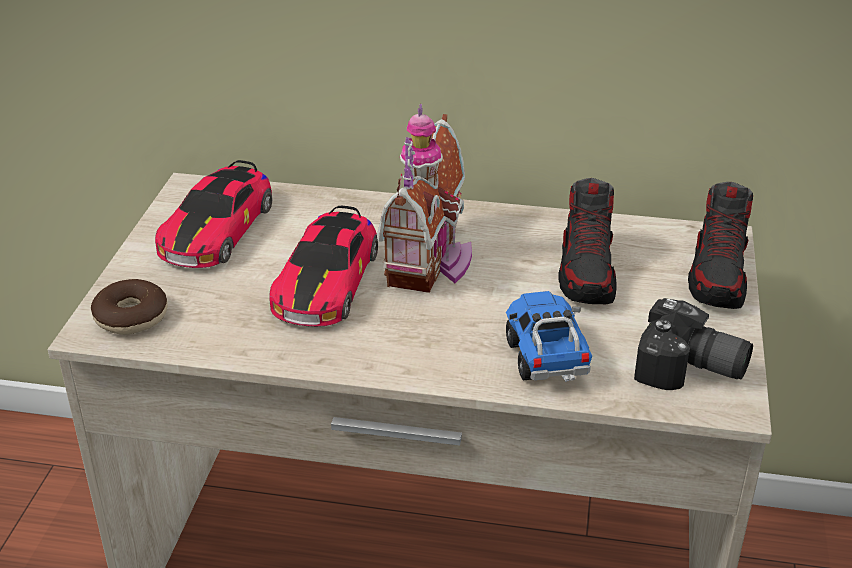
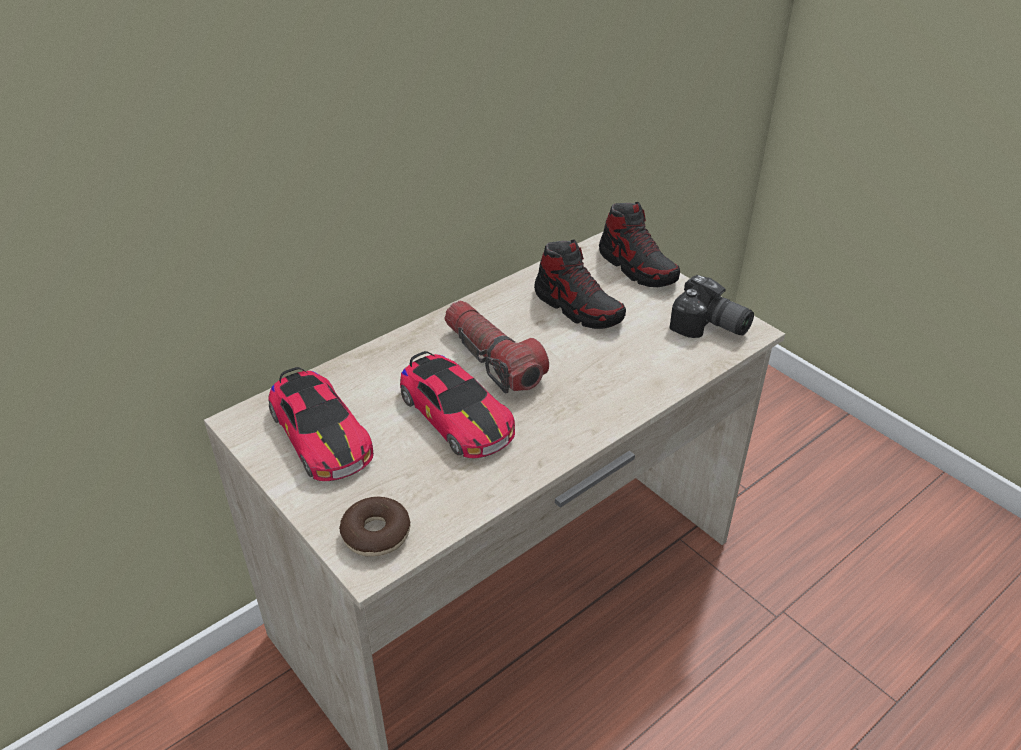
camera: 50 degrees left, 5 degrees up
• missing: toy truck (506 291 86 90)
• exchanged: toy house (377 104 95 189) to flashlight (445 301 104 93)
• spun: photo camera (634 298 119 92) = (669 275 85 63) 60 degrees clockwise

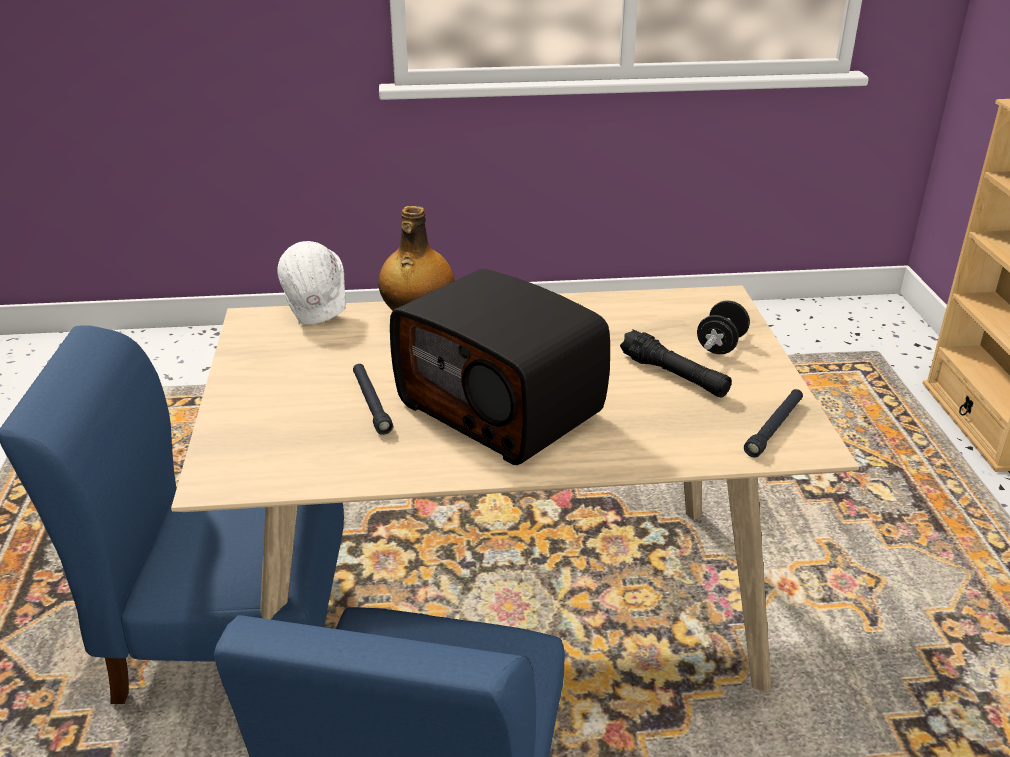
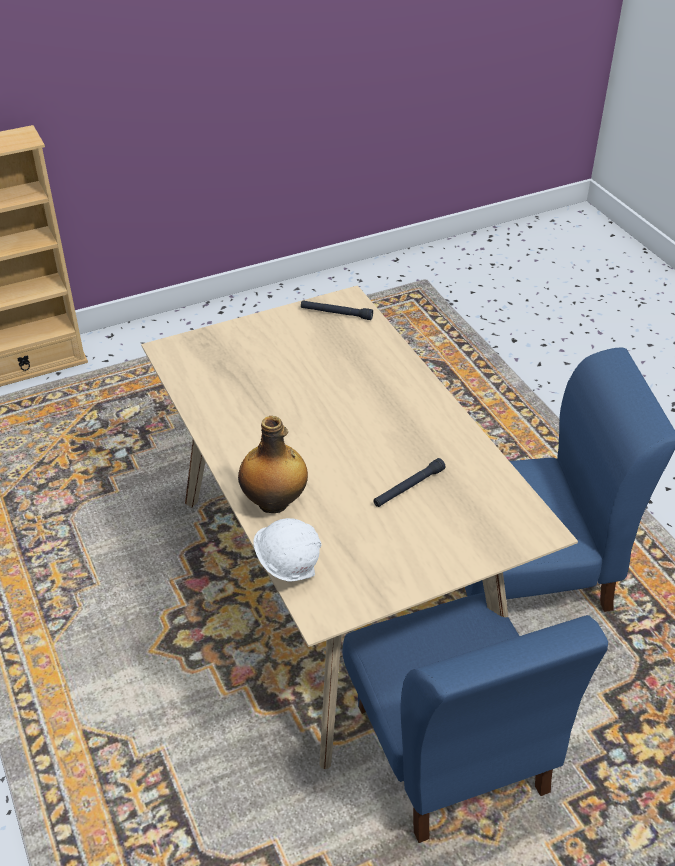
camera: 110 degrees left, 10 degrees up
• missing: radio (390 269 220 196)
• missing: black flashlight (620 329 112 69)
• missing: black dumbbell (697 300 53 54)

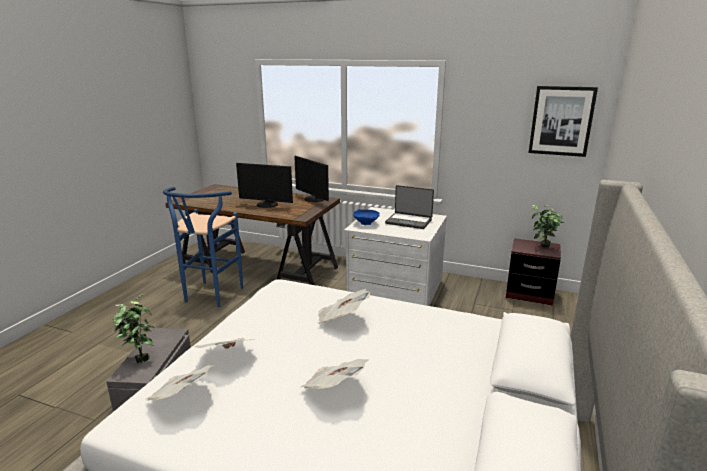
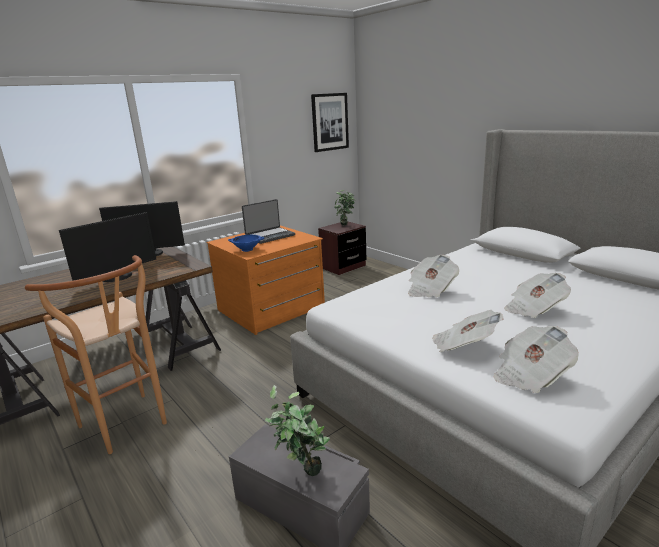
camera: 60 degrees left, 0 degrees up
• colour: blue stool (163 187 80 120) to brown stool (25 255 142 199)
• colour: white dresser (344 207 103 99) to orange dresser (207 225 118 110)

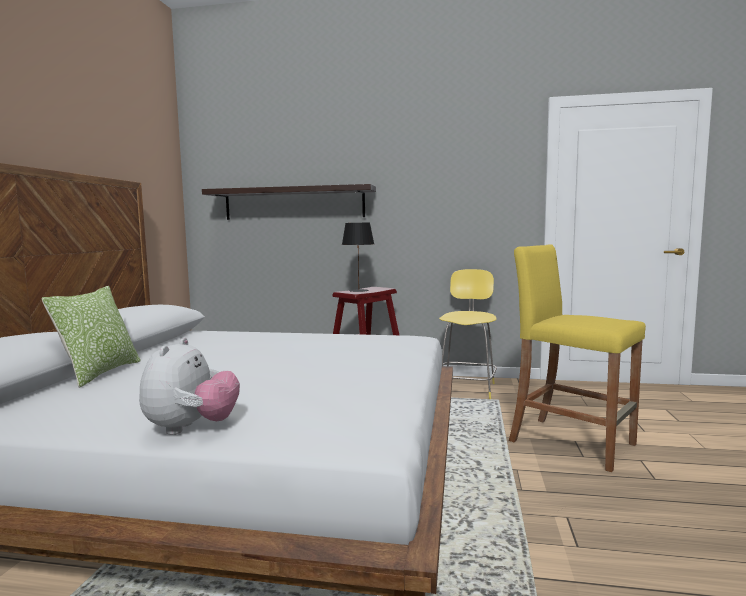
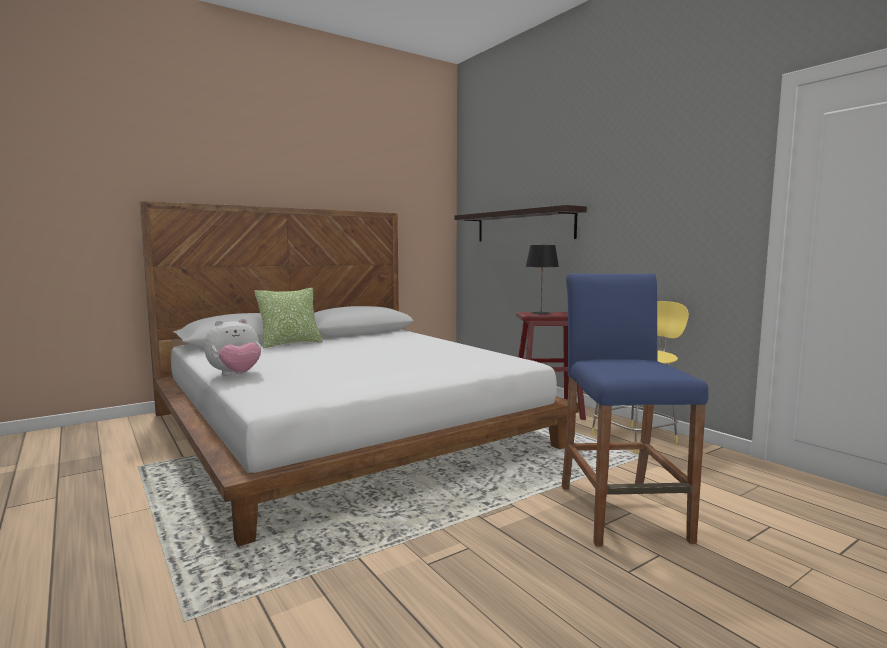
camera: 45 degrees right, 0 degrees up
• colour: yellow stool (509 244 137 228) to blue stool (562 273 147 274)

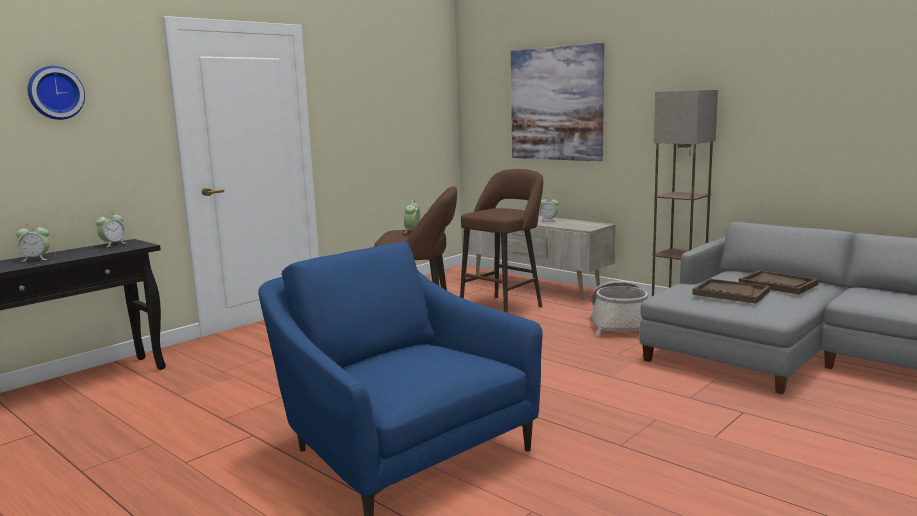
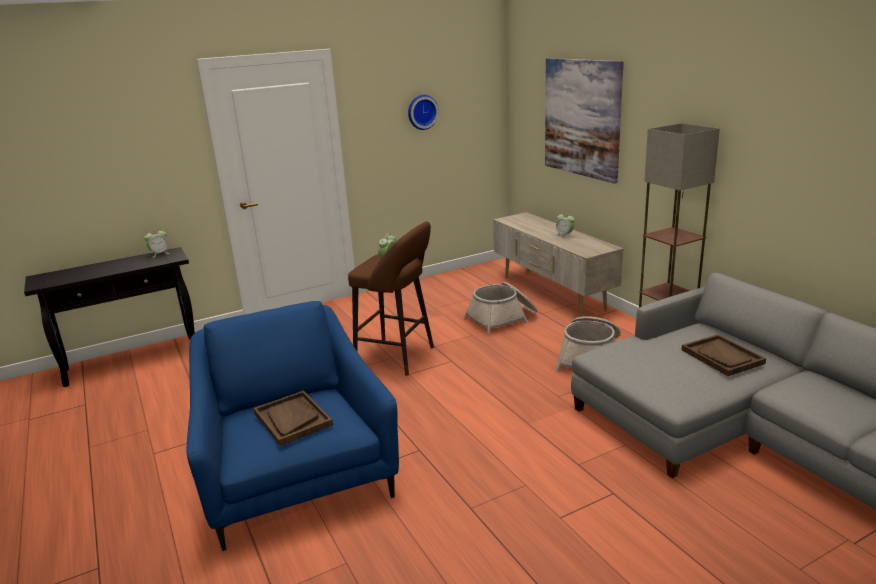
camera: 20 degrees right, 10 degrees up
• missing: alarm clock (16 223 34 39)
• relocated: wall clock (28 66 57 54) to (408 95 31 35)
• relocated: brown tray (692 278 78 26) to (253 390 80 56)
• exchanged: brown stool (460 169 83 144) to basket (464 282 73 52)

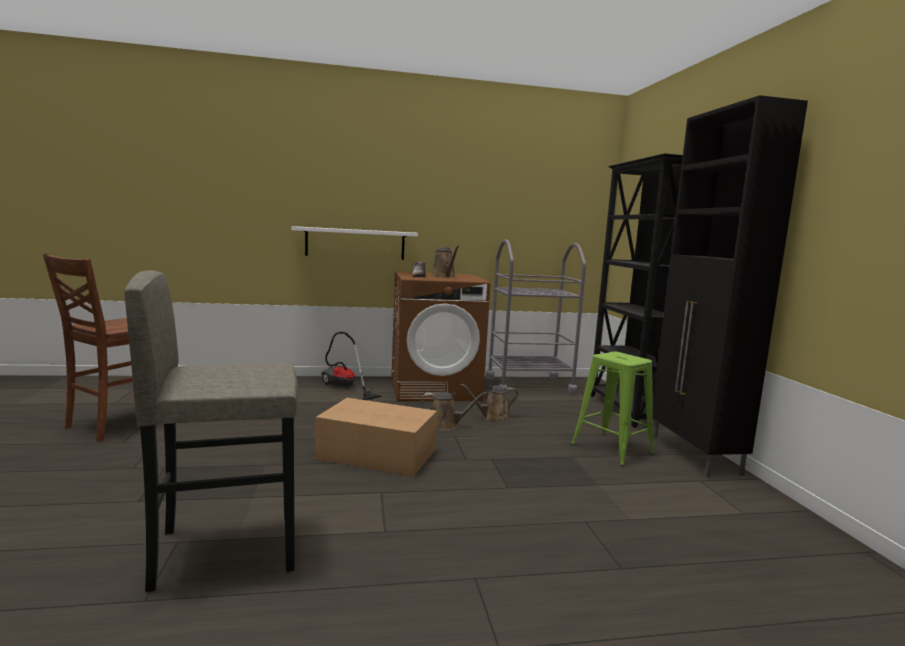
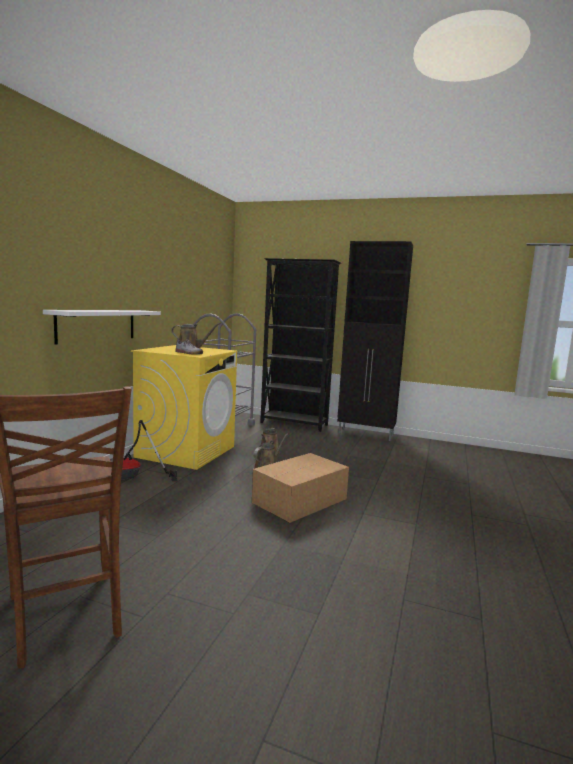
camera: 60 degrees left, 0 degrees up
• missing: grey stool (124 270 175 322)
• missing: green stool (571 352 84 114)
• colour: brown washing machine (391 271 100 130) to yellow washing machine (131 345 106 125)

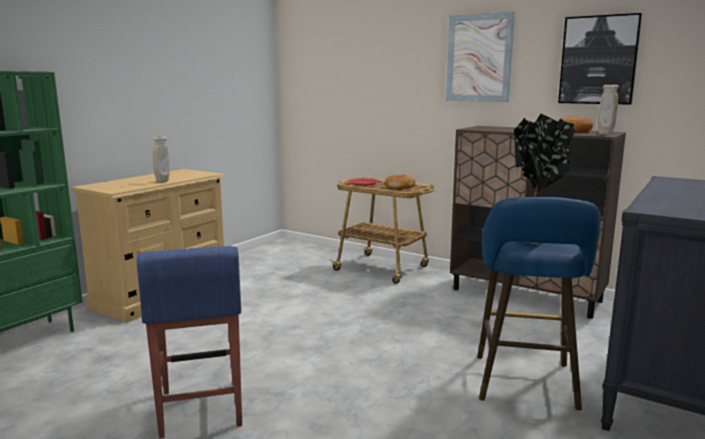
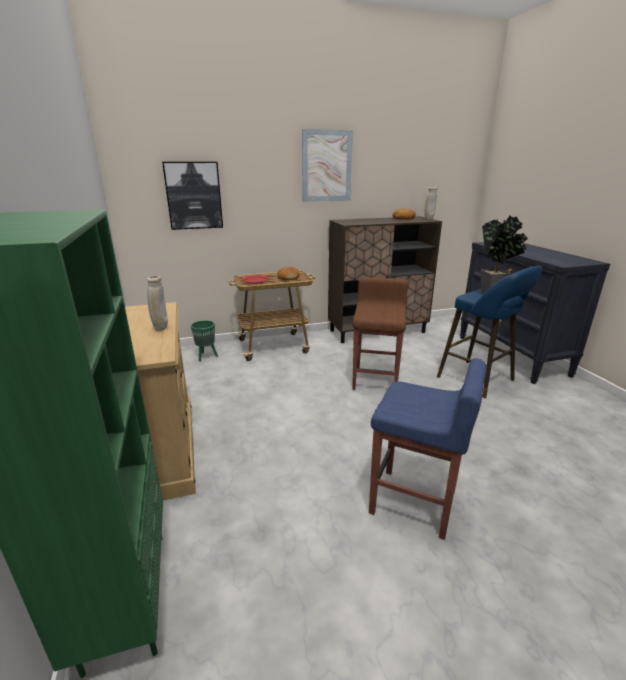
camera: 50 degrees left, 10 degrees up
• appeared: green planter (191 320 27 41)
• appeared: brown stool (352 277 56 113)
• relocated: picture (558 13 84 92) to (162 162 61 68)

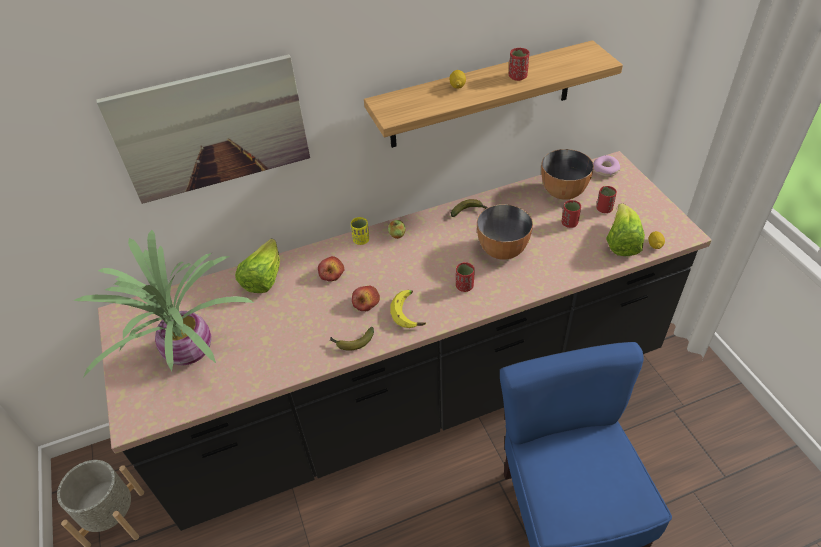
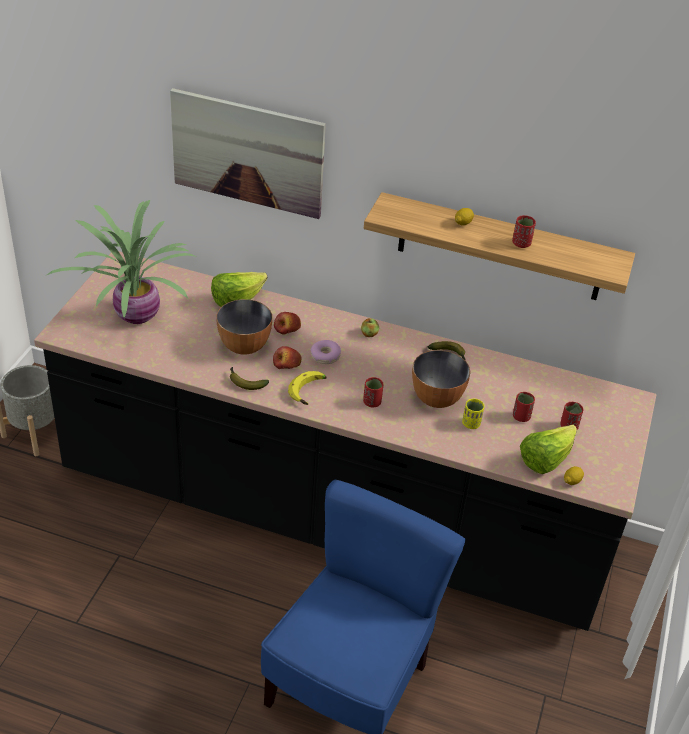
camera: 35 degrees right, 5 degrees down
• relocated: yellow cup (351 217 18 28) to (462 399 22 30)
• relocated: bowl (541 149 53 51) to (216 299 56 55)
• relocated: donut (593 155 27 22) to (310 340 31 24)

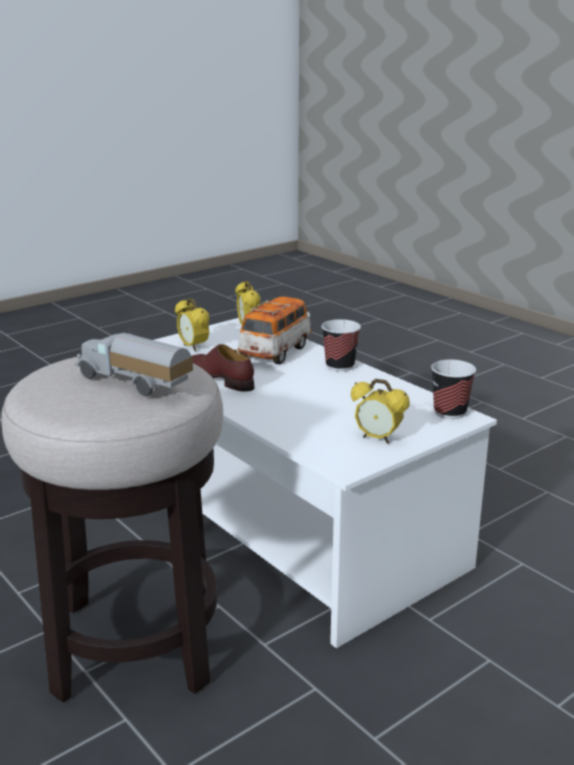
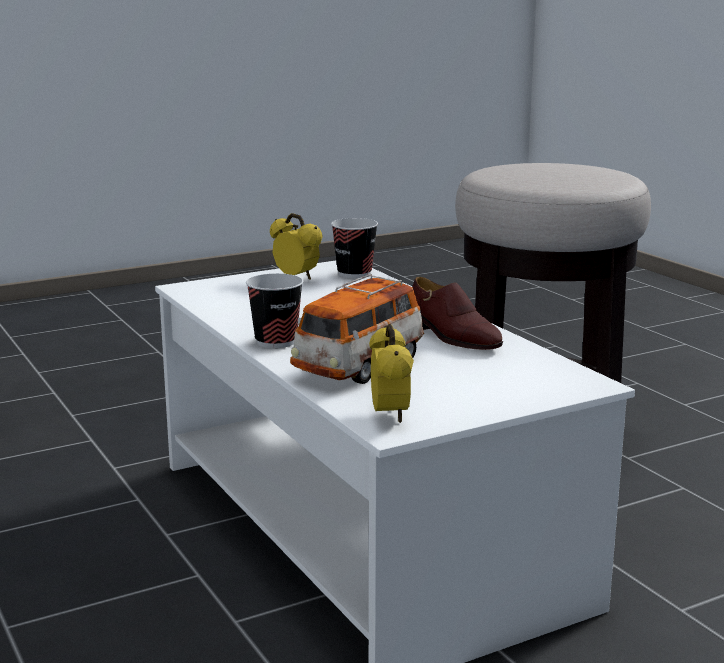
camera: 170 degrees left, 5 degrees down
• missing: toy truck (74 333 119 63)
• missing: alarm clock (175 298 35 54)
• relocated: cup (431 360 45 59) to (331 218 47 60)

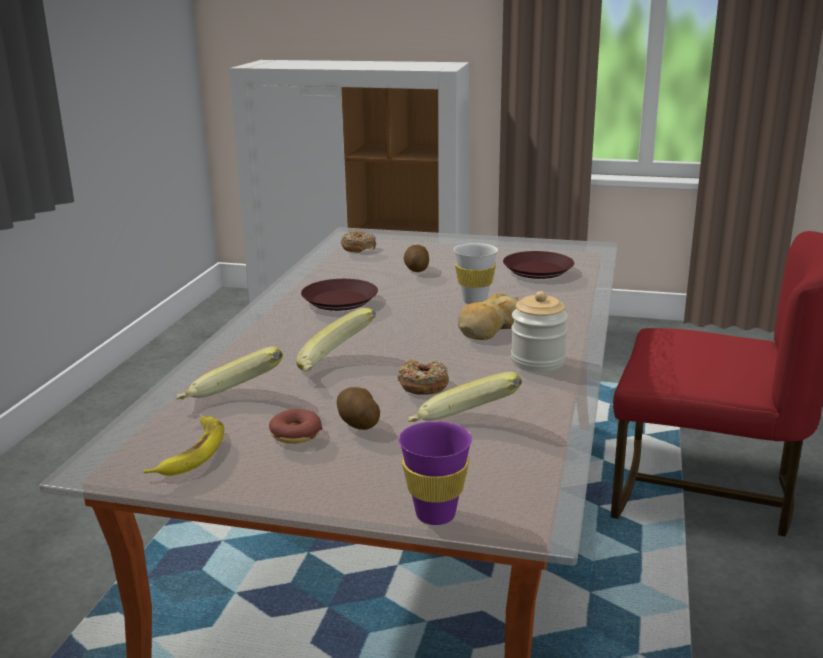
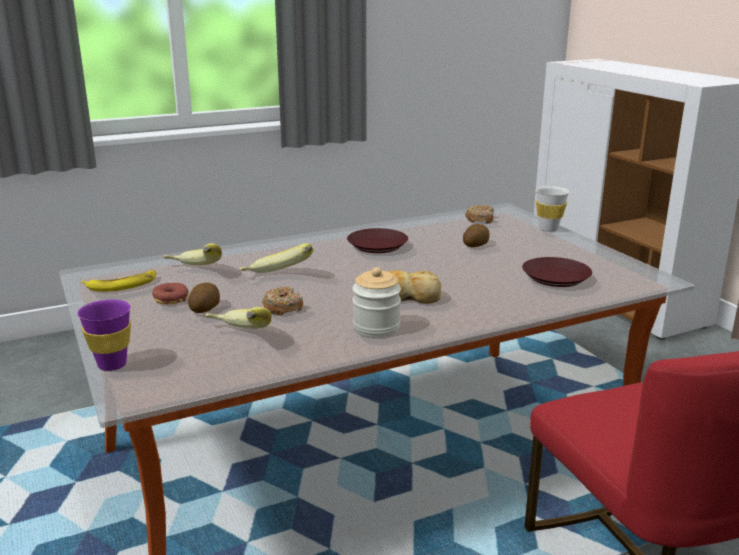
camera: 50 degrees right, 0 degrees up
• relocated: white cup (453 243 45 61) to (536 186 33 46)

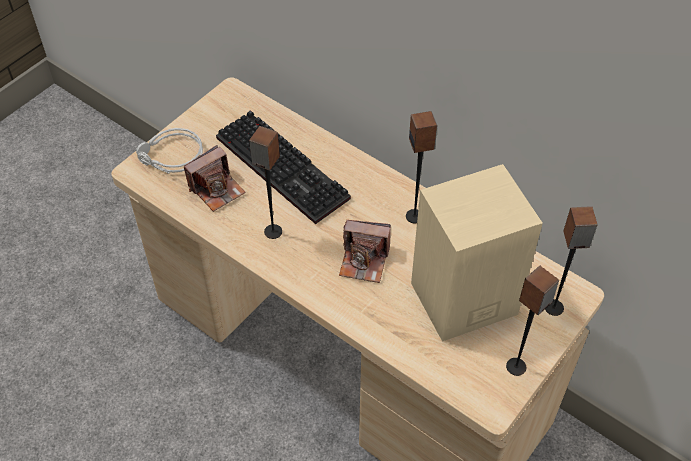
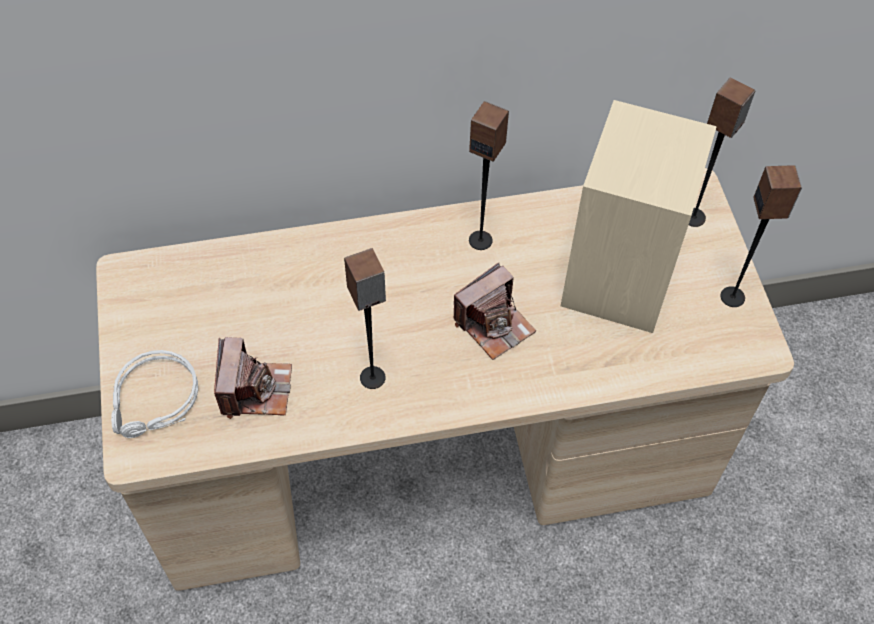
camera: 50 degrees left, 5 degrees up
• missing: keyboard (216 110 135 114)

